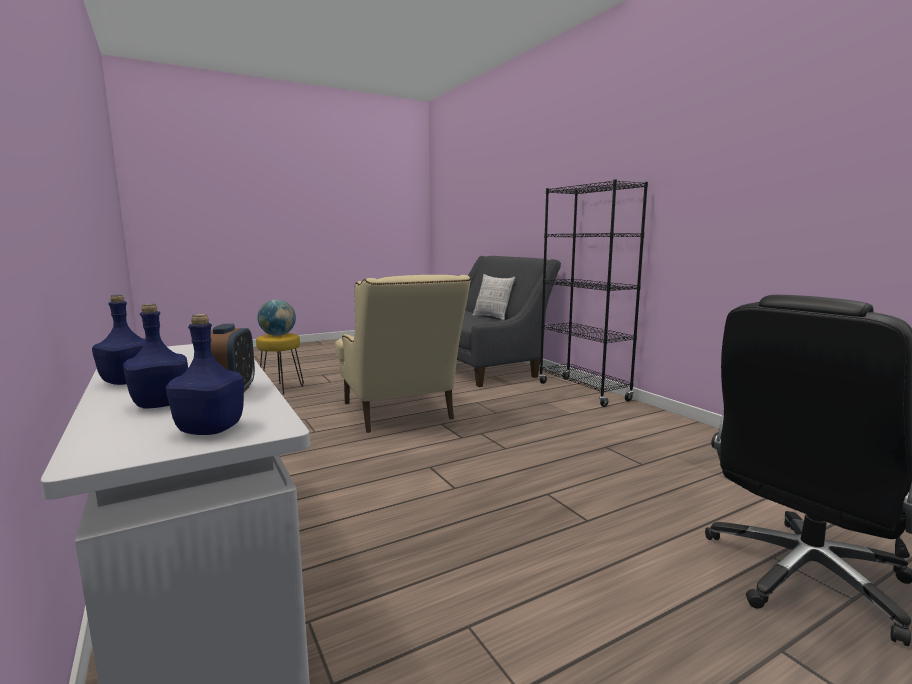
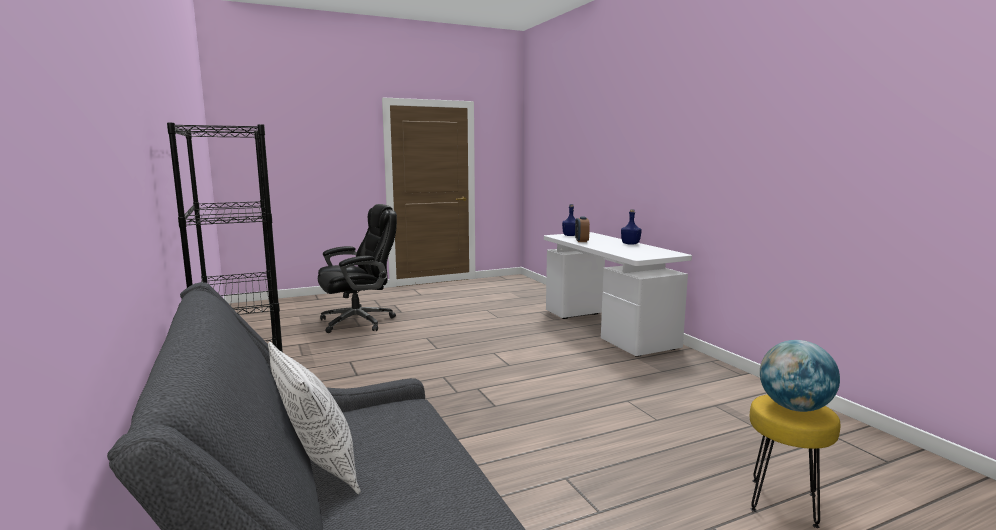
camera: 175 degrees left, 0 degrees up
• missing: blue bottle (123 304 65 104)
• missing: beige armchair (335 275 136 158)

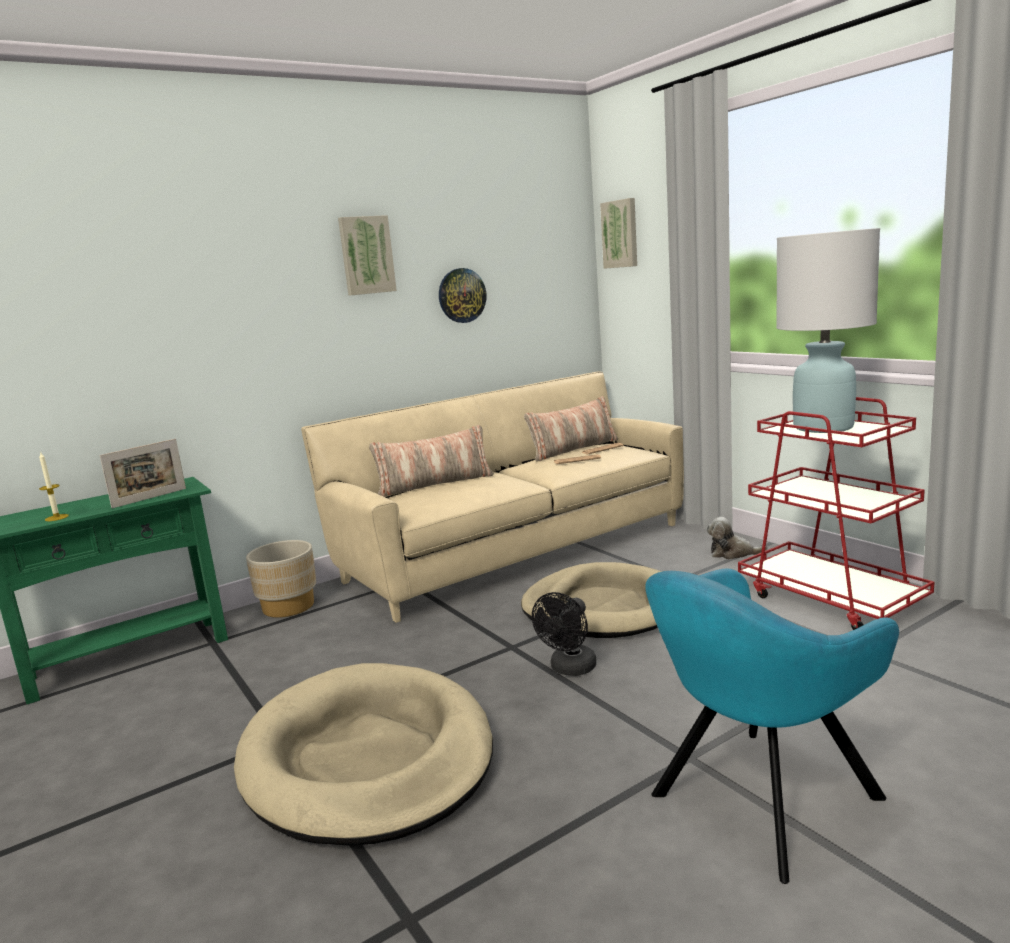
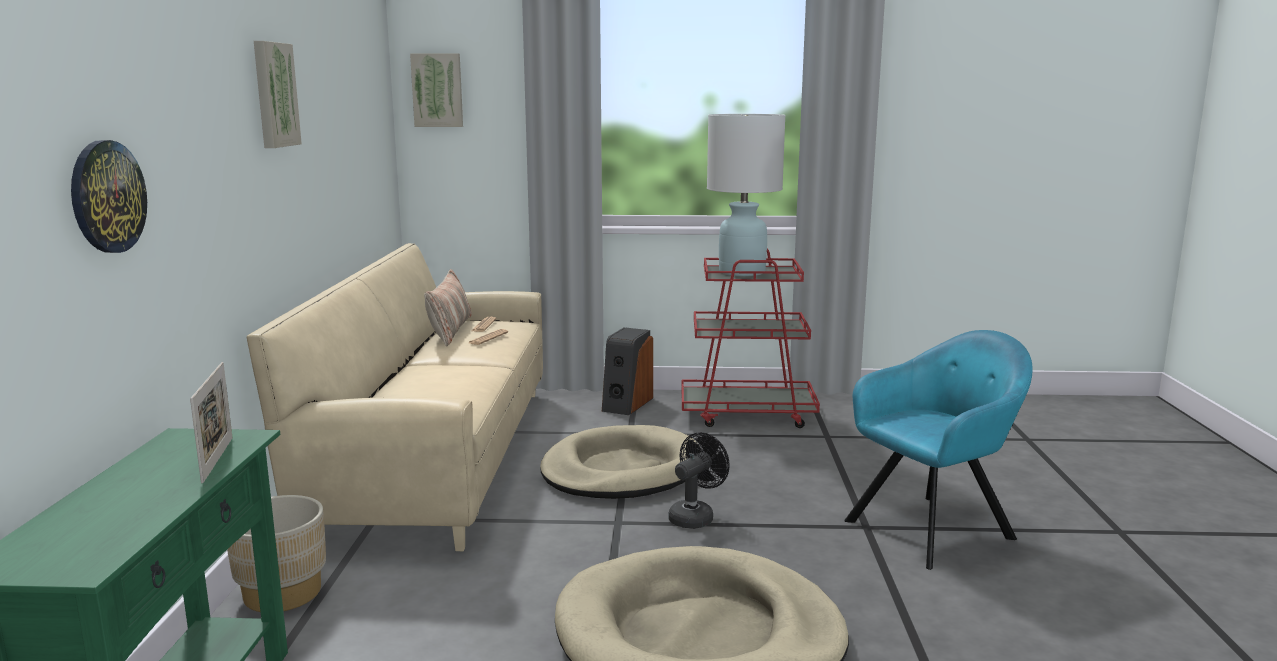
camera: 55 degrees left, 0 degrees up
• missing: candle (39 451 30 70)
• missing: pillow (369 425 125 72)
• relocated: wall clock (439 268 47 55) to (71 140 76 113)
• exchanged: plush toy (707 517 61 42) to speaker (602 327 51 88)
• spun: black fan (532 592 64 84) = (669 432 61 97) 120 degrees counterclockwise
• spun: turquoise armchair (645 569 254 315) = (844 330 189 240) 120 degrees counterclockwise

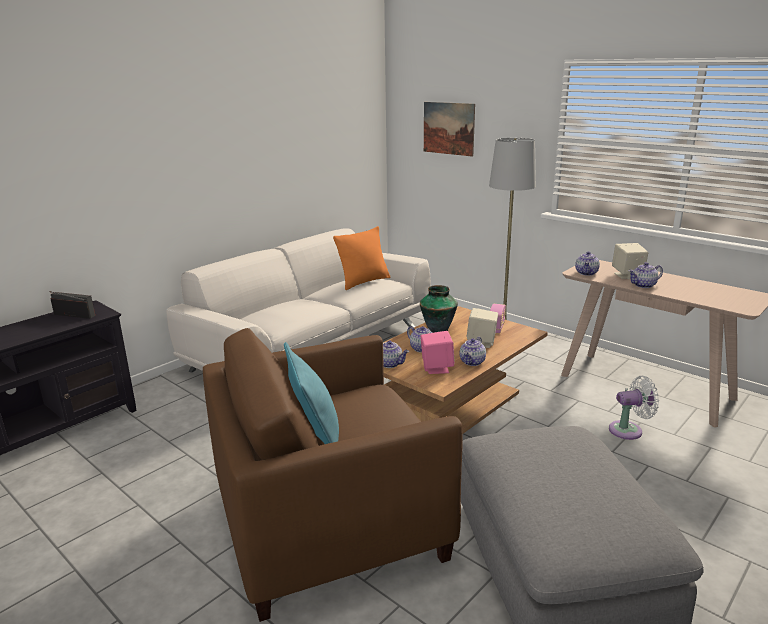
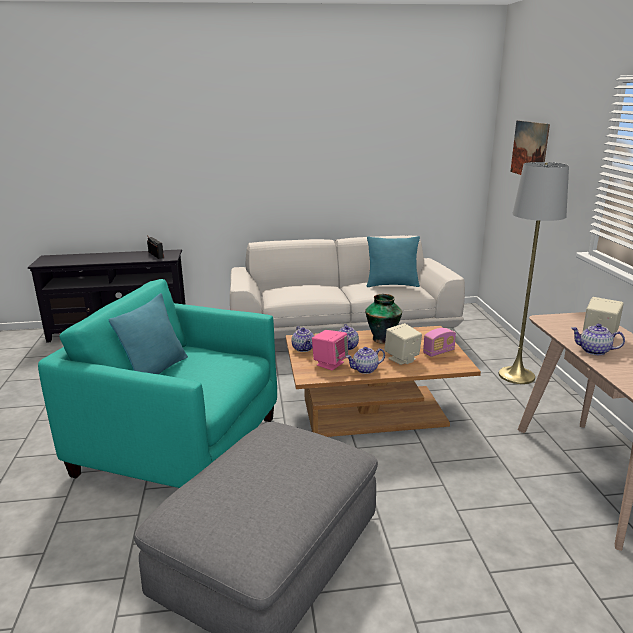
camera: 40 degrees right, 0 degrees up
• missing: teapot (575 251 25 25)
• missing: white fan (609 376 50 64)
• colour: brown armchair (203 328 259 294) to turquoise armchair (38 279 239 209)
• colour: orange pillow (333 226 57 64) to turquoise pillow (367 236 53 51)

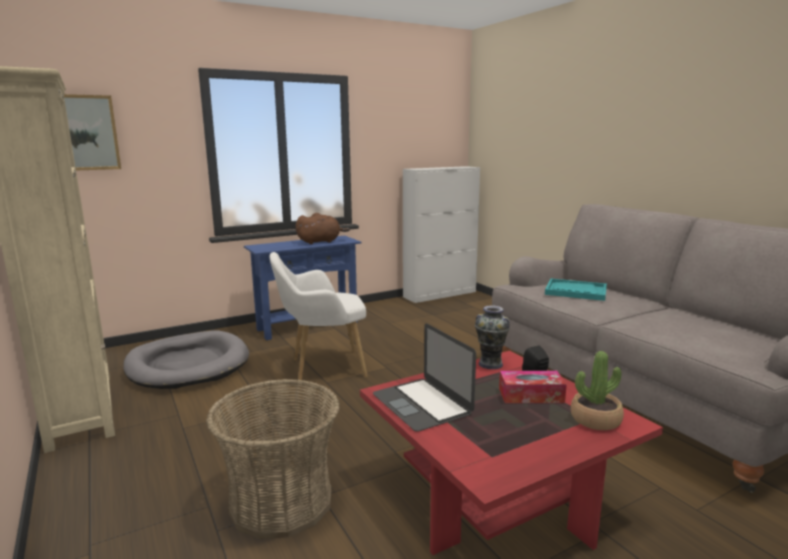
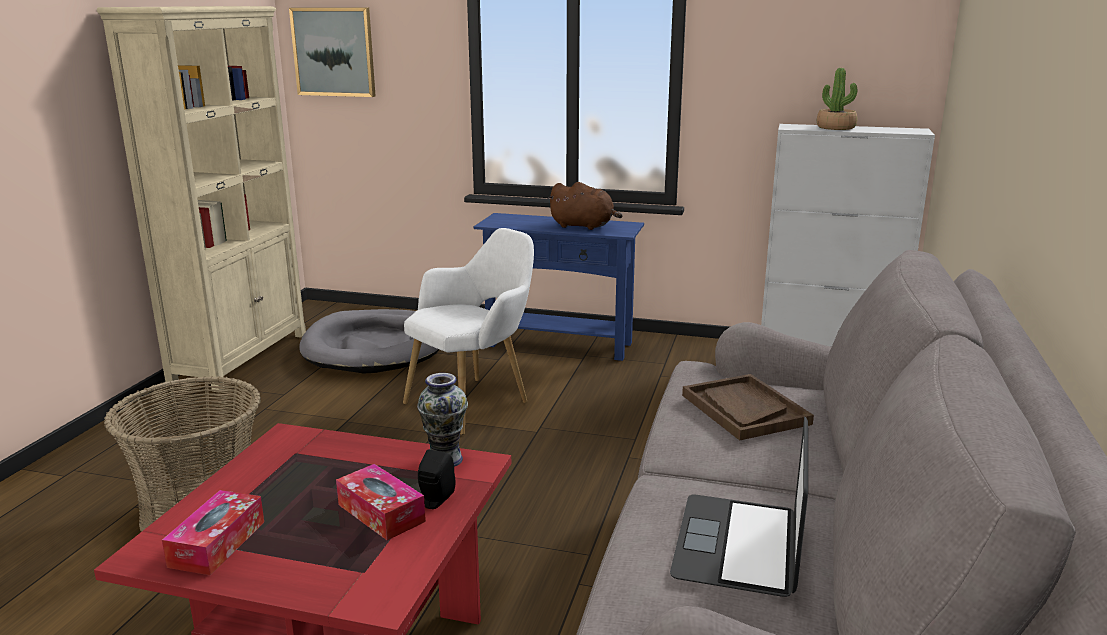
camera: 45 degrees right, 5 degrees up
• appeared: tissue box (162 490 102 85)
• relocated: laptop (373 323 103 109) to (670 417 138 180)
• relocated: potted plant (571 351 53 79) to (817 68 41 62)
• colour: turquoise tray (545 278 62 23) to brown tray (682 374 132 67)
• spun: white armchair (270 252 98 128) = (403 228 131 207) 105 degrees clockwise

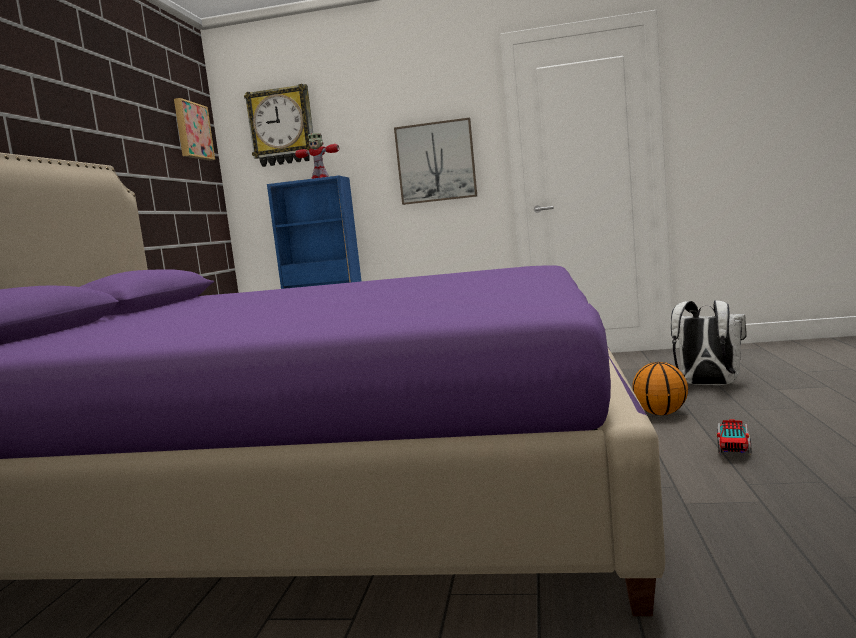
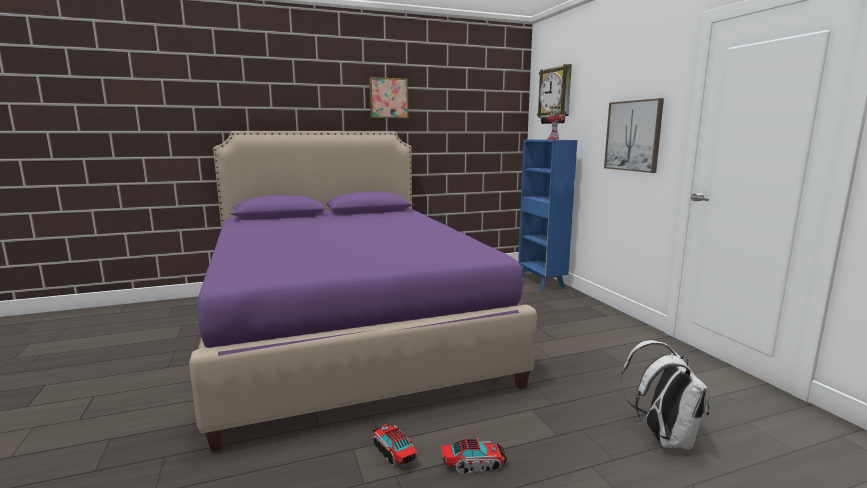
camera: 60 degrees right, 5 degrees up
• missing: basketball (632 362 56 53)
• appeared: toy truck (373 424 44 42)
• relocated: picture (174 98 41 63) to (369 77 39 41)

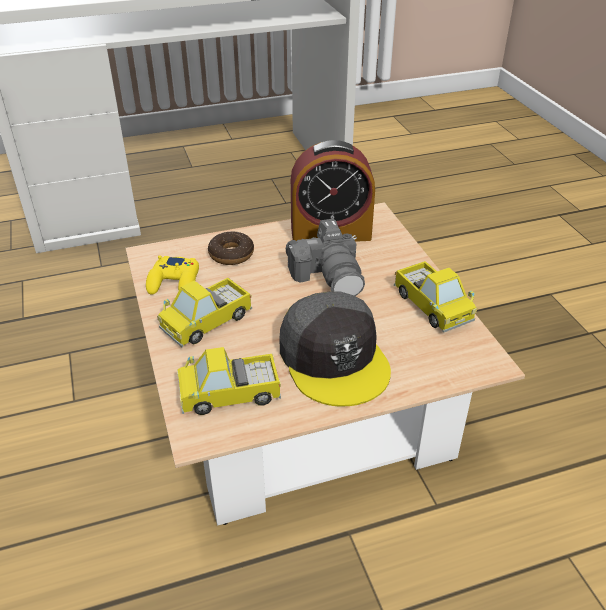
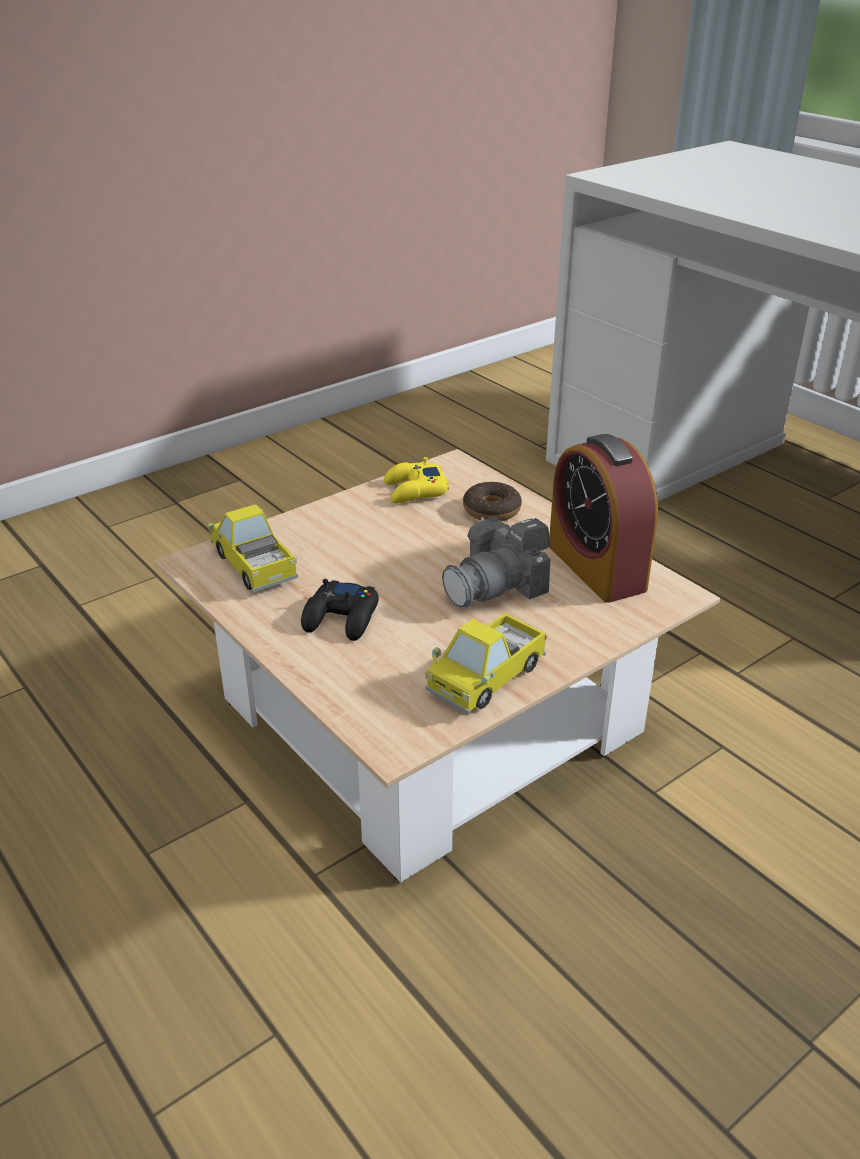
camera: 70 degrees right, 5 degrees down
• missing: toy truck (157 278 95 69)
• exchanged: grey cap (279 291 112 116) to black game controller (301 579 78 62)

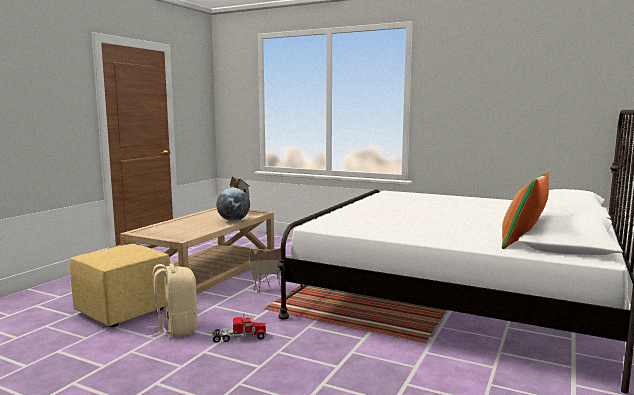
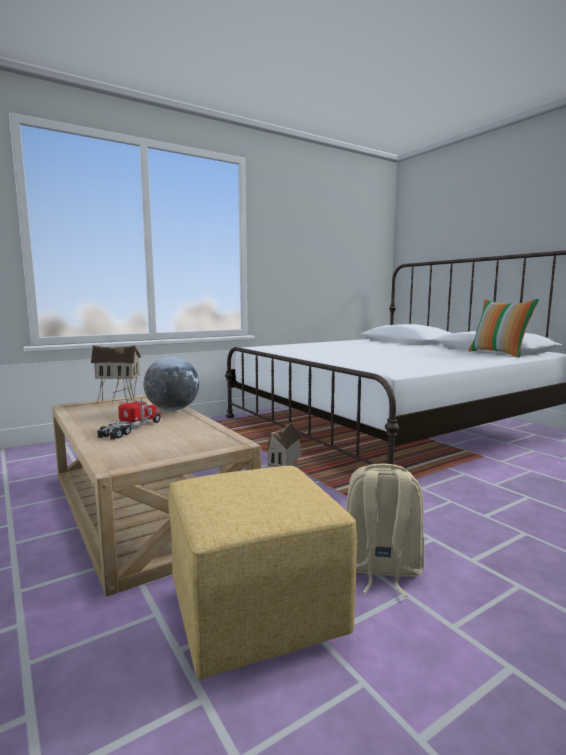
camera: 60 degrees left, 0 degrees up
• relocated: toy truck (211 314 55 29) to (97 397 65 43)

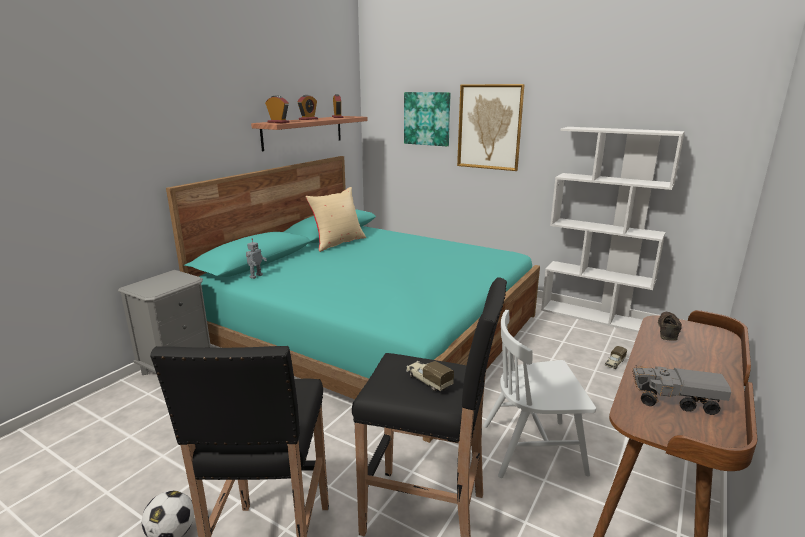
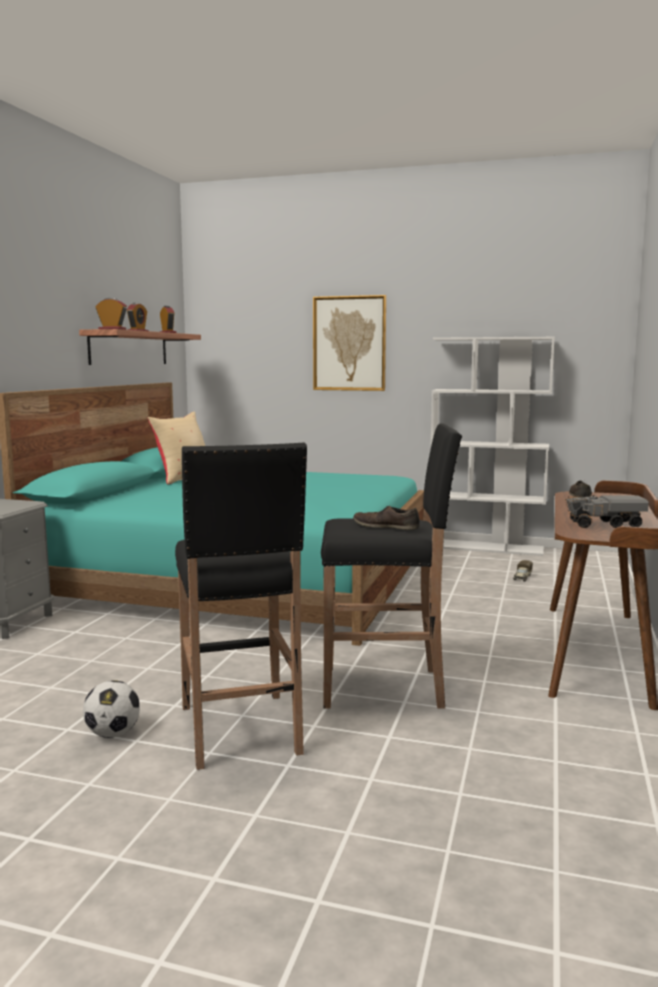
camera: 15 degrees left, 10 degrees down
• missing: toy robot (246 239 21 40)
• missing: picture (404 92 47 54)
• missing: white chair (483 310 113 168)
• exchanged: toy truck (406 361 48 30) to brown shoe (353 506 67 24)

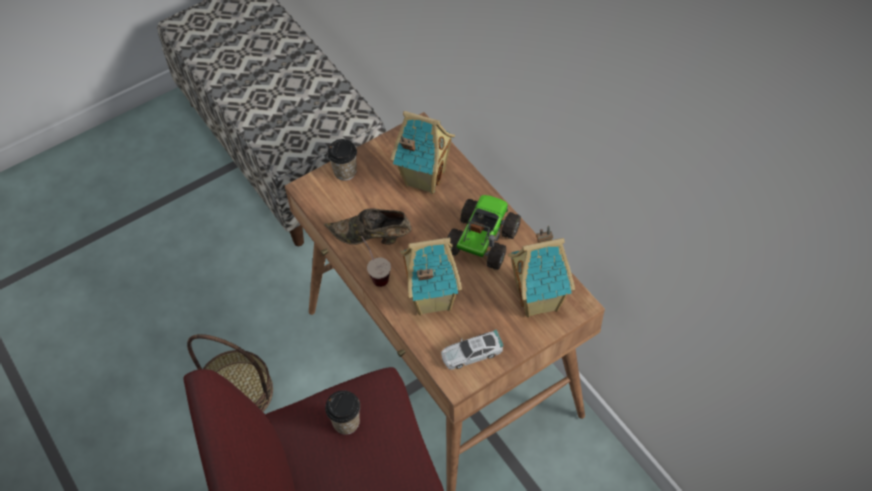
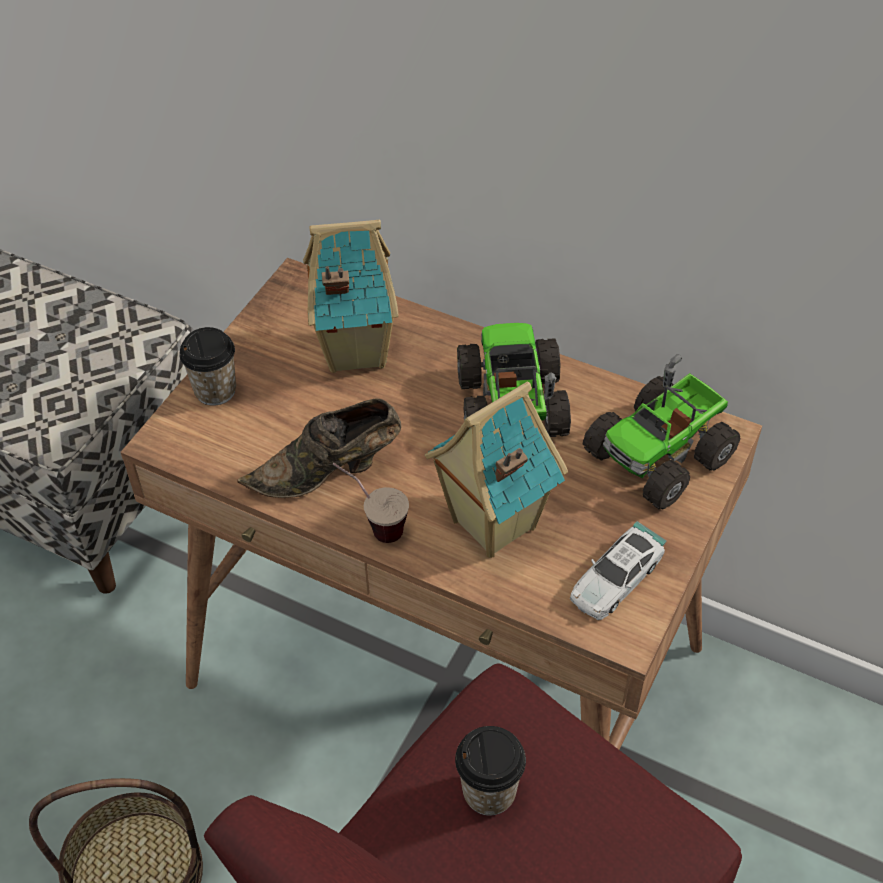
camera: 30 degrees left, 5 degrees down
• exchanged: toy house (508 226 67 91) to toy truck (583 354 157 156)

